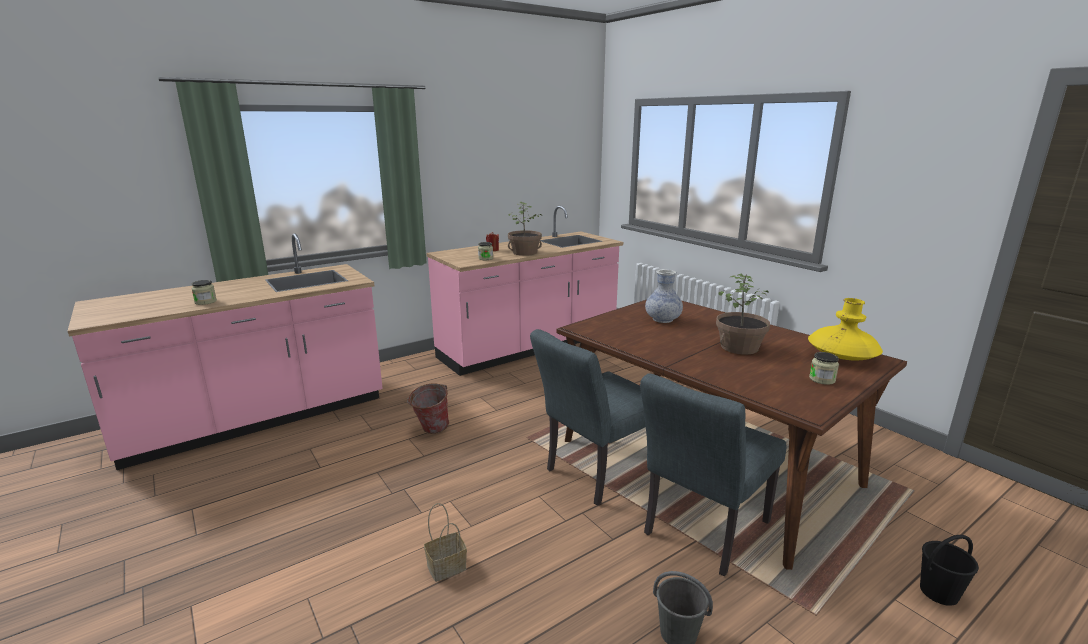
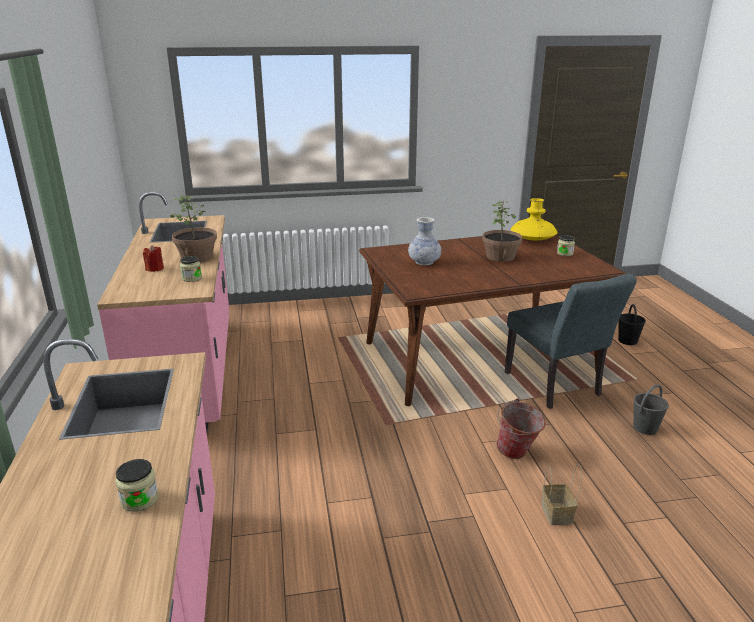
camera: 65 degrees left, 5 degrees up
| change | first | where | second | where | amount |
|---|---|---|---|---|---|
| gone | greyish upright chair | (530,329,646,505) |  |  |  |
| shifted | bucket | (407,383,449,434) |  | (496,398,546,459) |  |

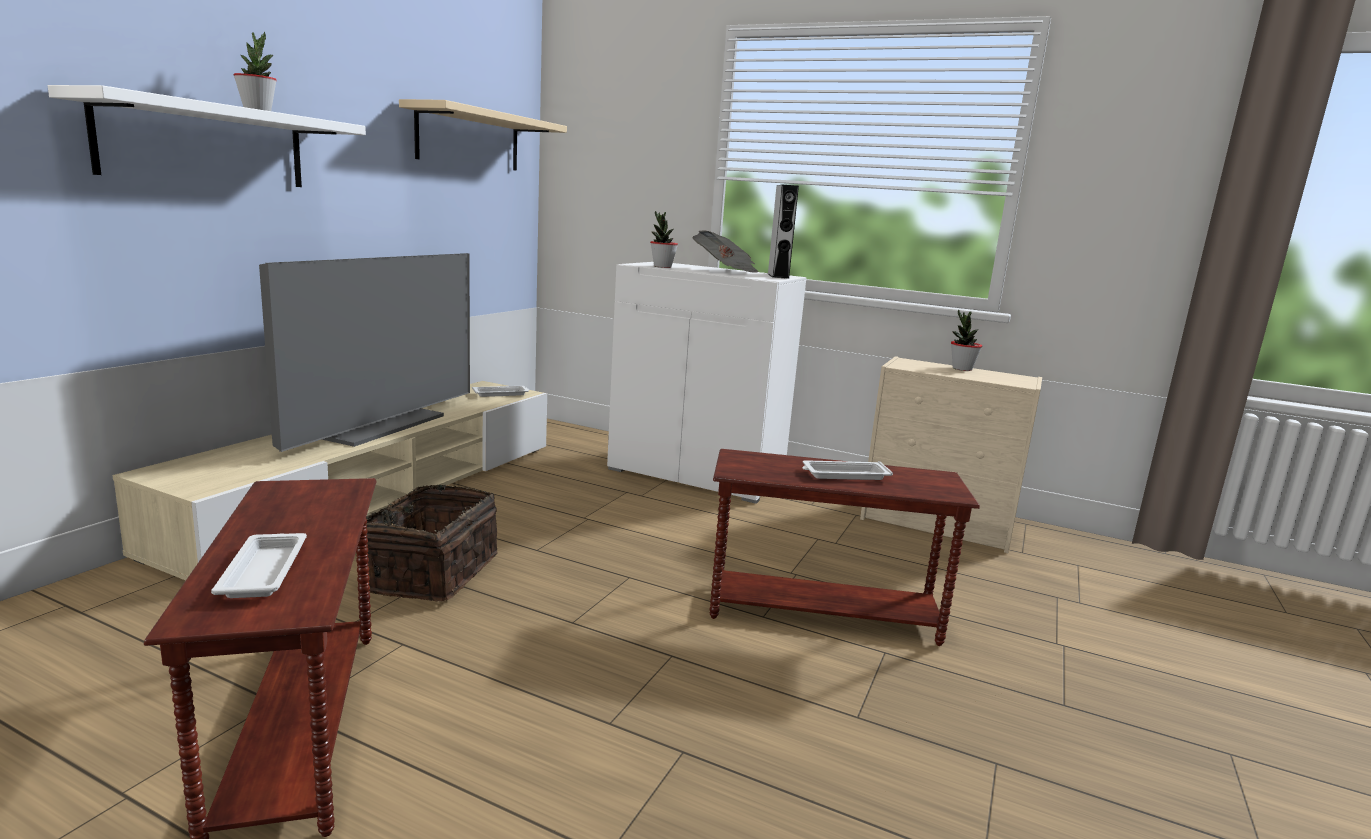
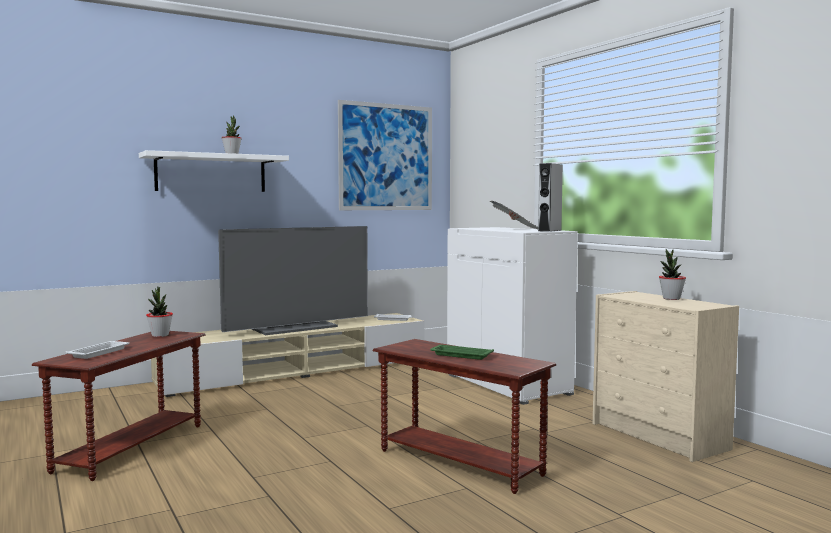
camera: 35 degrees right, 10 degrees down
| change | first | where | second | where | amount |
|---|---|---|---|---|---|
| gone | storage basket | (366,484,497,602) |  |  |  |
| shifted | houseplant | (650,211,678,268) |  | (146,287,173,337) |  |
| swapped | beige shelf | (399,99,567,171) | wall art | (338,100,432,210) |  |
| repainted | white carrying tray | (802,460,893,480) | green-coloured carrying tray | (430,345,494,360) |  |

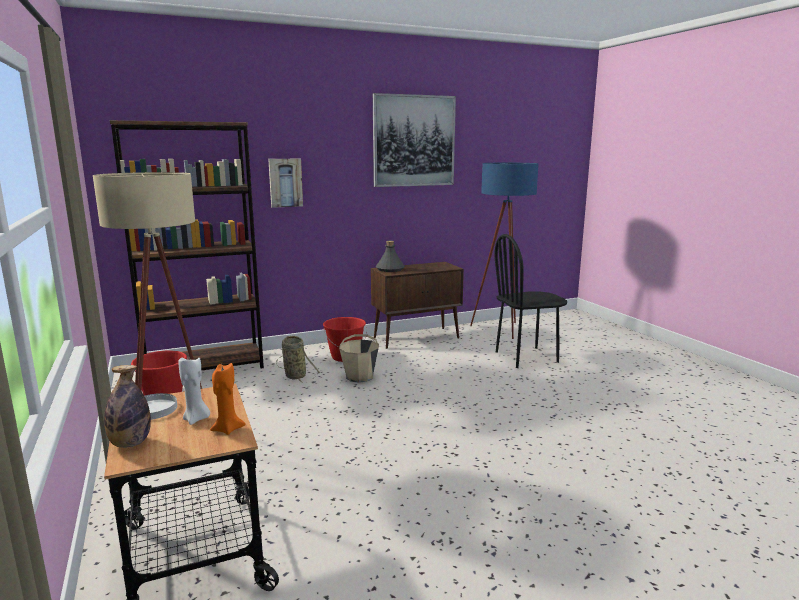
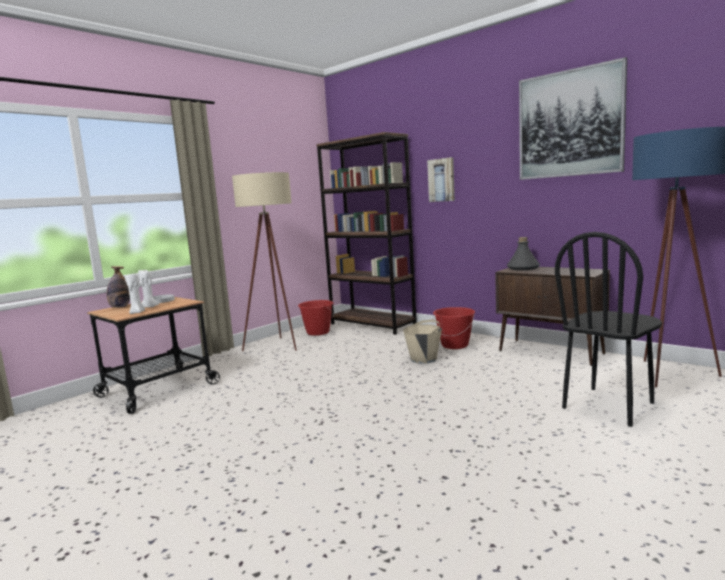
camera: 65 degrees right, 5 degrees down
| change | first | where | second | where | amount |
|---|---|---|---|---|---|
| gone | storage basket | (276,336,320,383) |  |  |  |
| repainted | orange-coloured candle | (210,363,246,435) | white candle | (125,273,145,314) |  |
| rotated | black upright chair | (494,234,567,368) |  | (555,232,662,427) | 90 degrees counterclockwise |

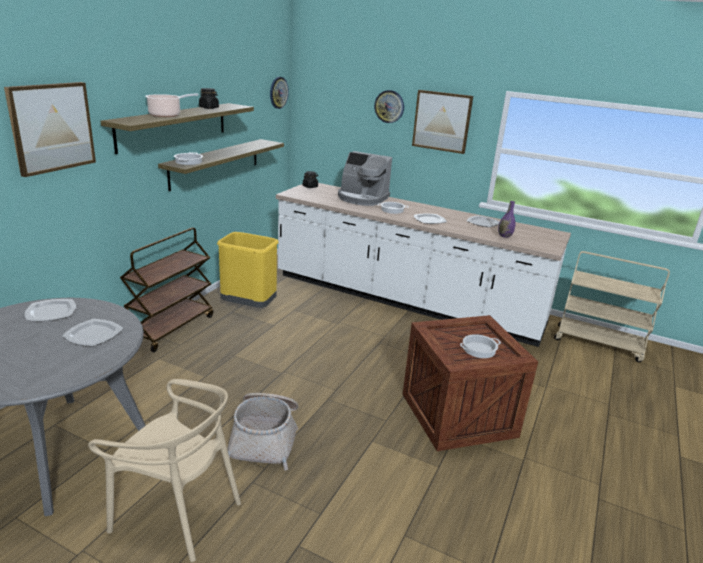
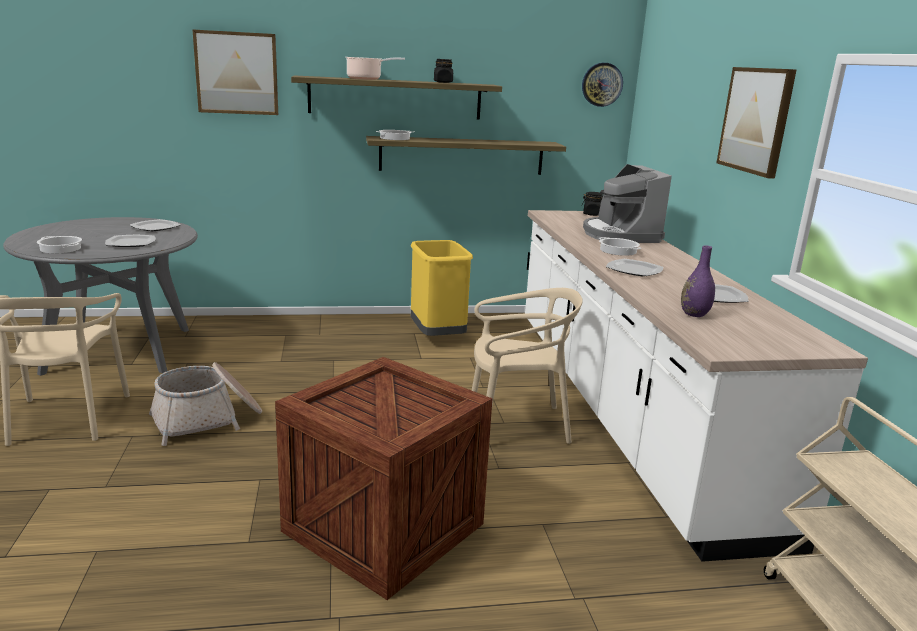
camera: 55 degrees right, 5 degrees down
| change | first | where | second | where | amount |
|---|---|---|---|---|---|
| gone | brown cart | (120,228,213,352) |  |  |  |
| gone | wall clock | (374,90,404,123) |  |  |  |
| new |  |  | beige upright chair | (472,288,583,444) |  |
| shifted | cooking pot | (460,334,501,358) |  | (37,236,82,253) |  |

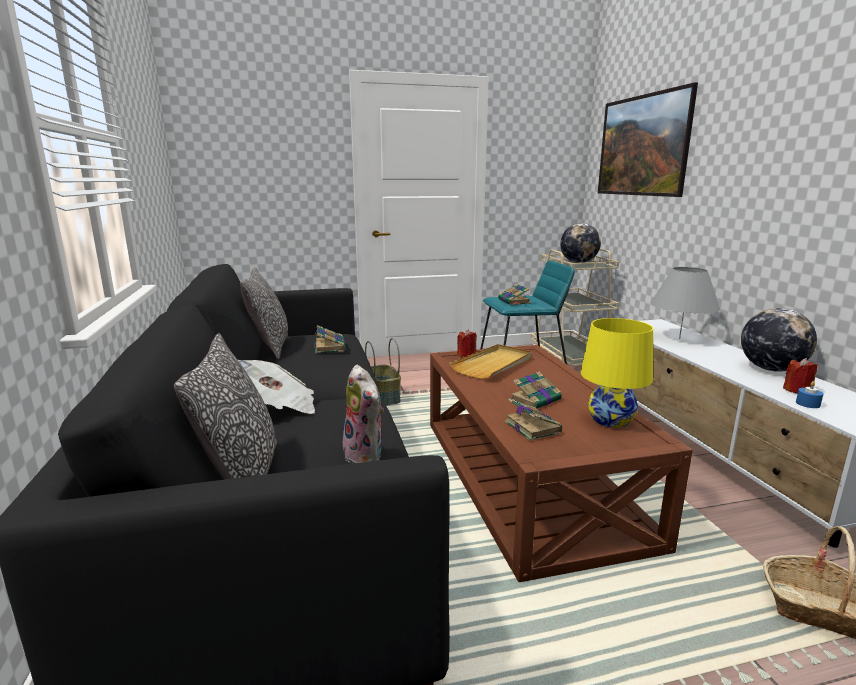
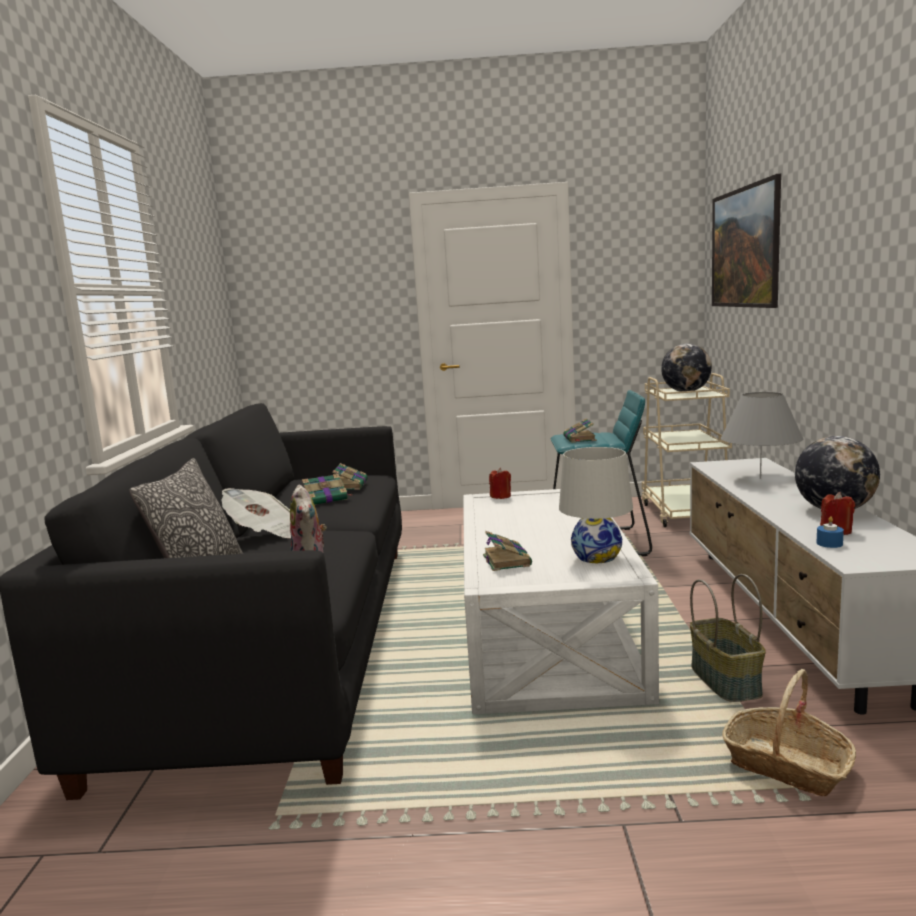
camera: 15 degrees right, 5 degrees down
| change | first | where | second | where | amount |
|---|---|---|---|---|---|
| gone | cushion | (240,267,288,360) |  |  |  |
| gone | beige carrying tray | (449,344,532,379) |  |  |  |
| shifted | storage basket | (365,338,401,406) |  | (690,574,766,702) |  |
| shifted | bound book | (510,371,562,409) |  | (302,474,351,505) |  |
| repainted | brown lounge table | (430,345,693,582) | white lounge table | (463,489,659,714) |  |
| repainted | yellowish table lamp | (581,318,653,428) | white table lamp | (559,447,633,563) |  |

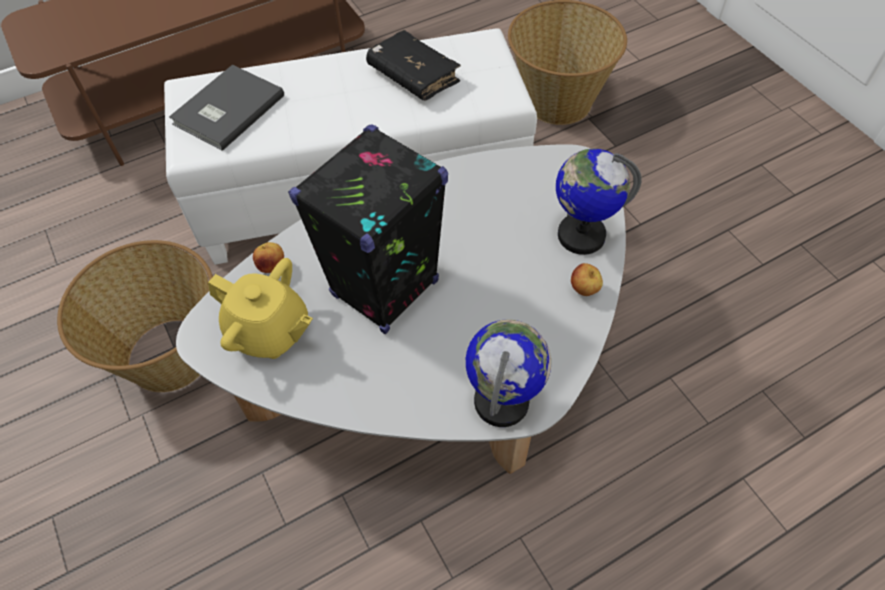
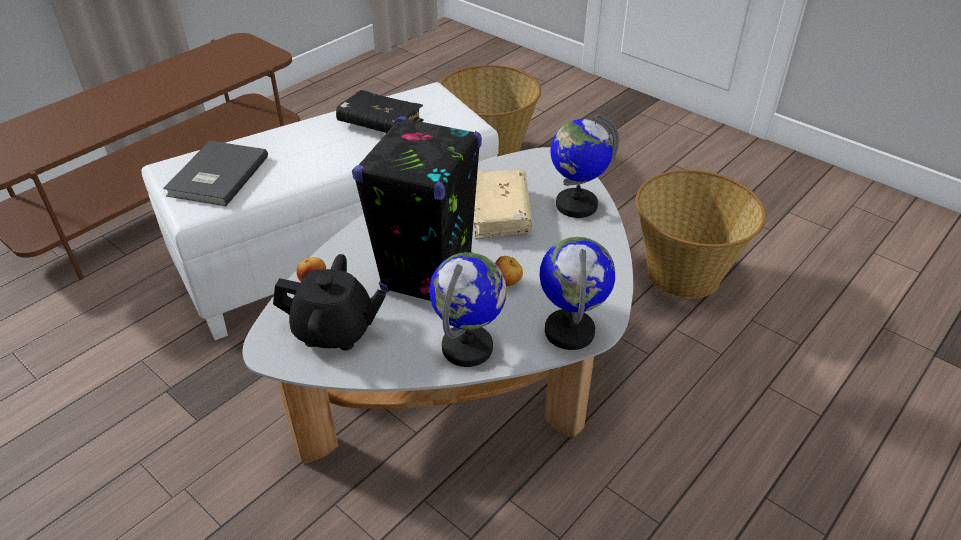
camera: 20 degrees left, 15 degrees down
| change | first | where | second | where | amount |
|---|---|---|---|---|---|
| new |  |  | world globe | (429,252,507,367) |  |
| new |  |  | beige bound book | (474,169,533,240) |  |
| shifted | storage basket | (57,240,213,392) |  | (636,170,767,299) |  |
| shifted | apple | (571,263,603,296) |  | (495,256,523,286) |  |
| repainted | yellowish teapot | (208,258,313,359) | black teapot | (273,254,387,351) |  |

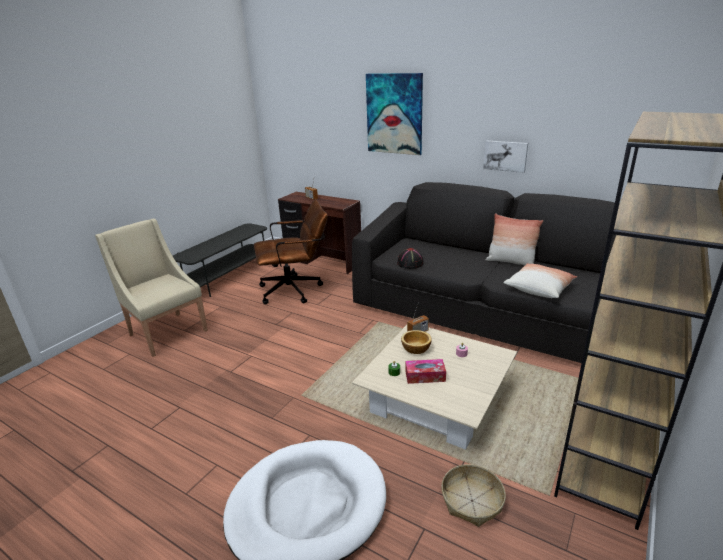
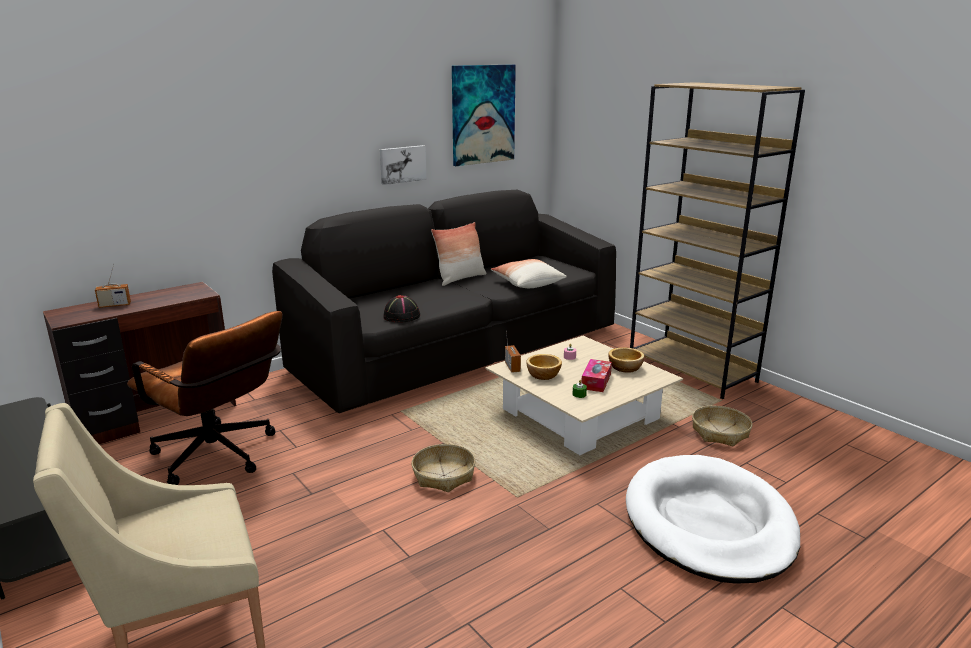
camera: 70 degrees left, 5 degrees down
| change | first | where | second | where | amount |
|---|---|---|---|---|---|
| new |  |  | storage basket | (411,444,476,492) |  |
| new |  |  | bowl | (608,347,644,373) |  |
| shifted | wall art | (366,73,423,155) |  | (452,64,516,166) |  |
| rotated | brown desk chair | (254,199,328,304) |  | (127,311,282,485) | 120 degrees clockwise |

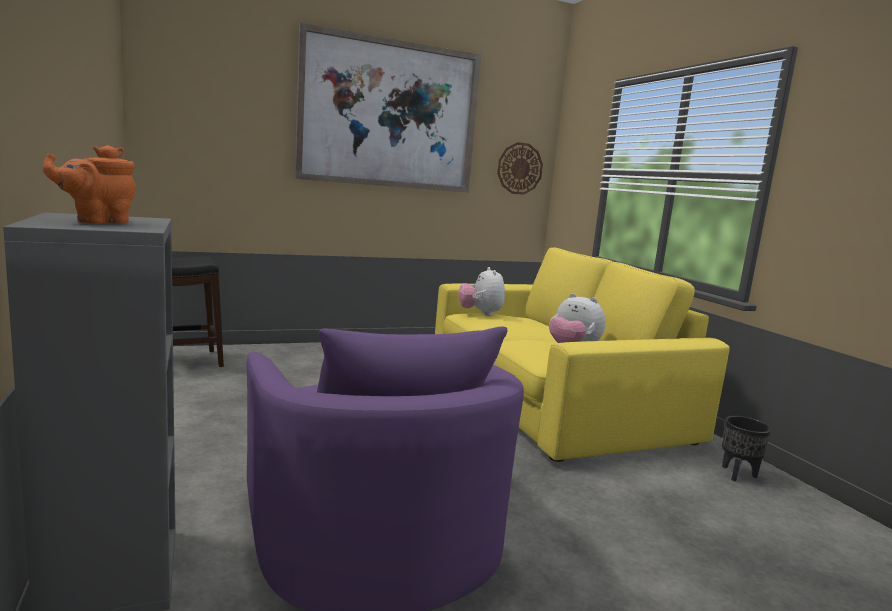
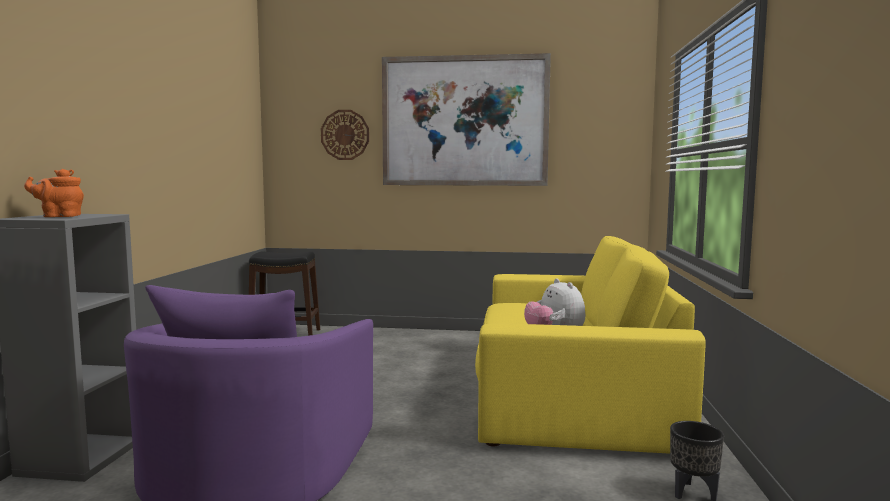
camera: 30 degrees right, 5 degrees down
| change | first | where | second | where | amount |
|---|---|---|---|---|---|
| gone | plush toy | (458,267,505,316) |  |  |  |
| shifted | wall clock | (497,142,543,195) |  | (321,110,369,160) |  |

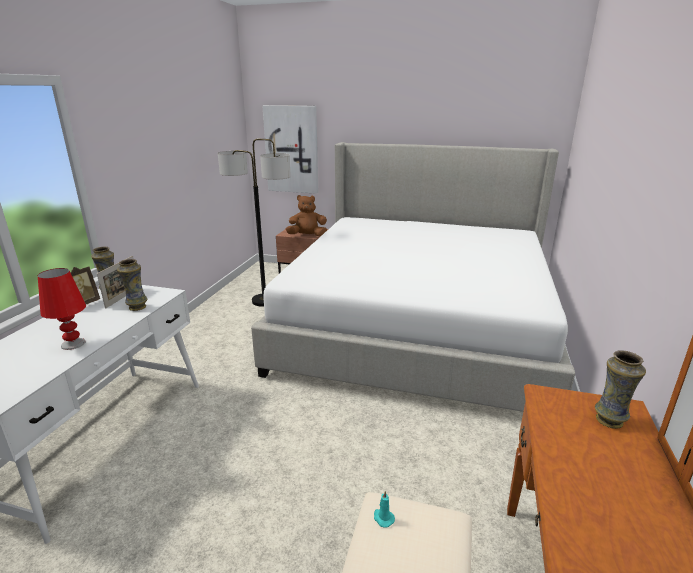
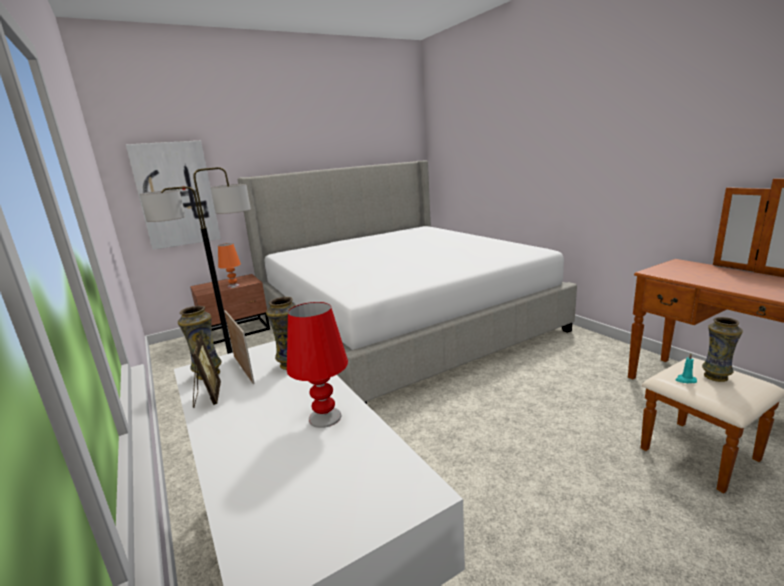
camera: 45 degrees left, 5 degrees down
| change | first | where | second | where | amount |
|---|---|---|---|---|---|
| shifted | flower vase | (595,350,646,429) |  | (702,317,743,382) |  |
| swapped | brown plush toy | (286,195,327,236) | orange-coloured table lamp | (218,243,241,288) |  |

